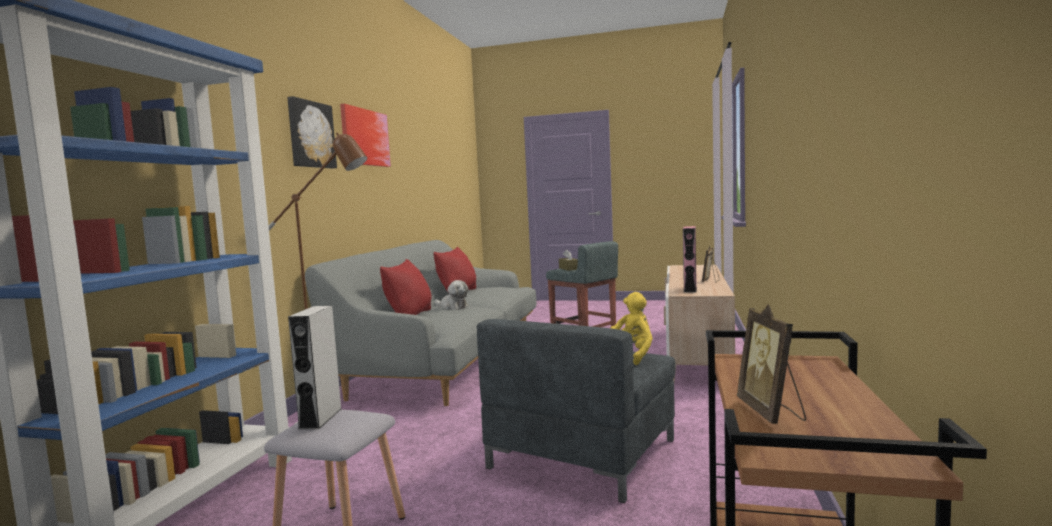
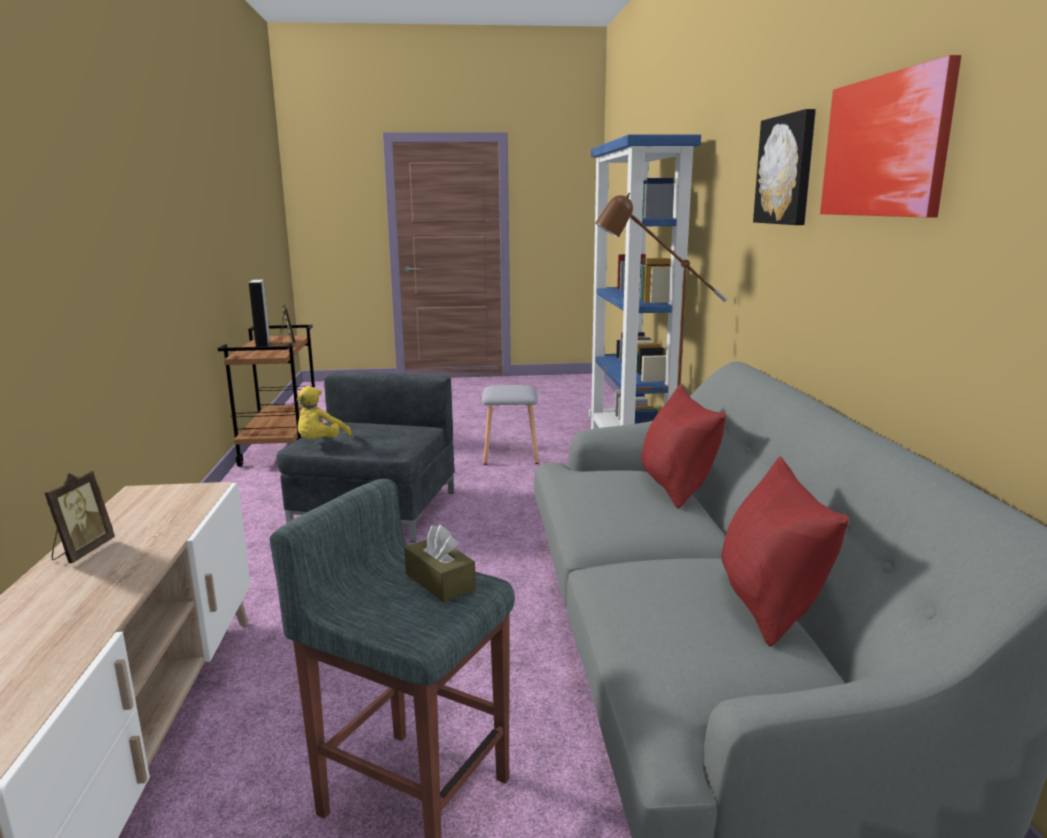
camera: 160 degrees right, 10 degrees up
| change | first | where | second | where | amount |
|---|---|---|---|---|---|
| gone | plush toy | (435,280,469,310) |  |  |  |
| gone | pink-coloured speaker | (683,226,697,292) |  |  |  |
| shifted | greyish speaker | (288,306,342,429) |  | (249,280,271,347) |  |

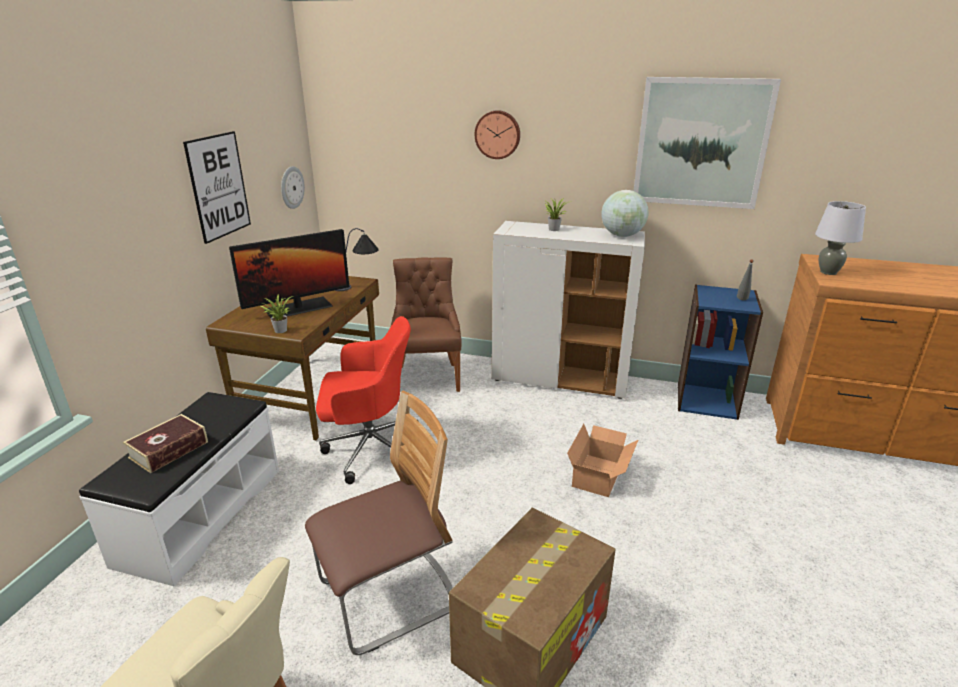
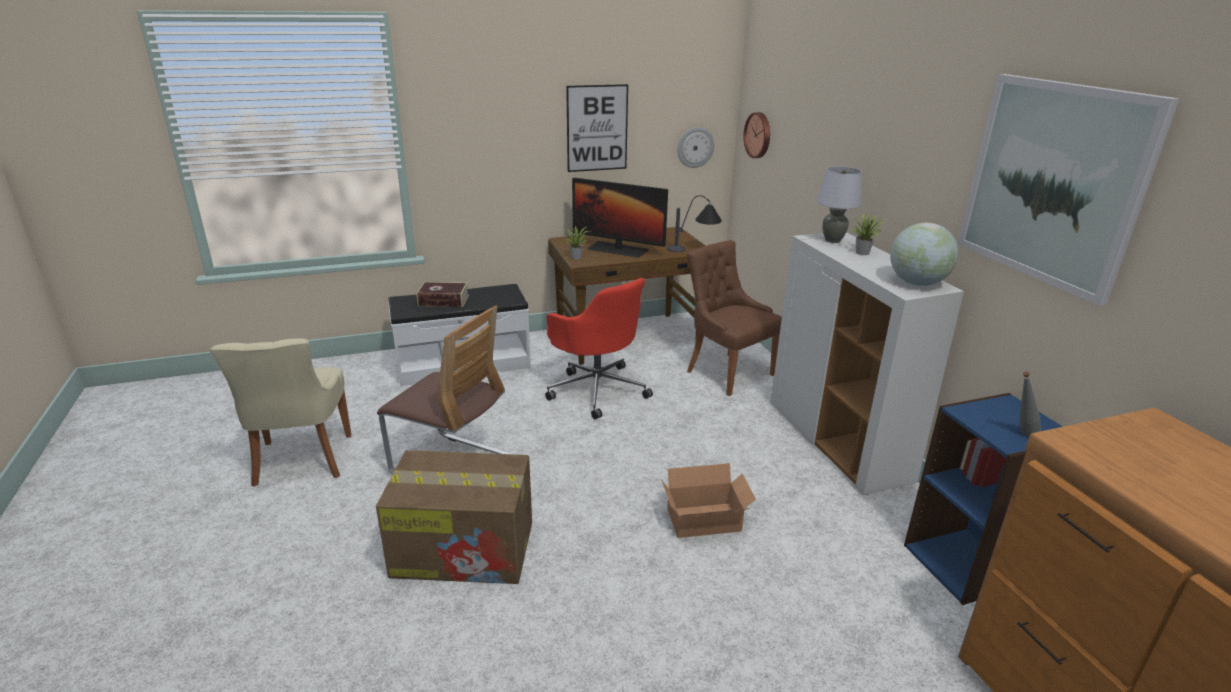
camera: 55 degrees right, 0 degrees up
| change | first | where | second | where | amount |
|---|---|---|---|---|---|
| shifted | wall clock | (475,110,520,159) |  | (743,112,770,158) |  |
| shifted | greyish table lamp | (815,201,866,275) |  | (817,166,862,243) |  |
| rotated | brown upright chair | (391,257,462,392) |  | (687,240,782,396) | 90 degrees counterclockwise |

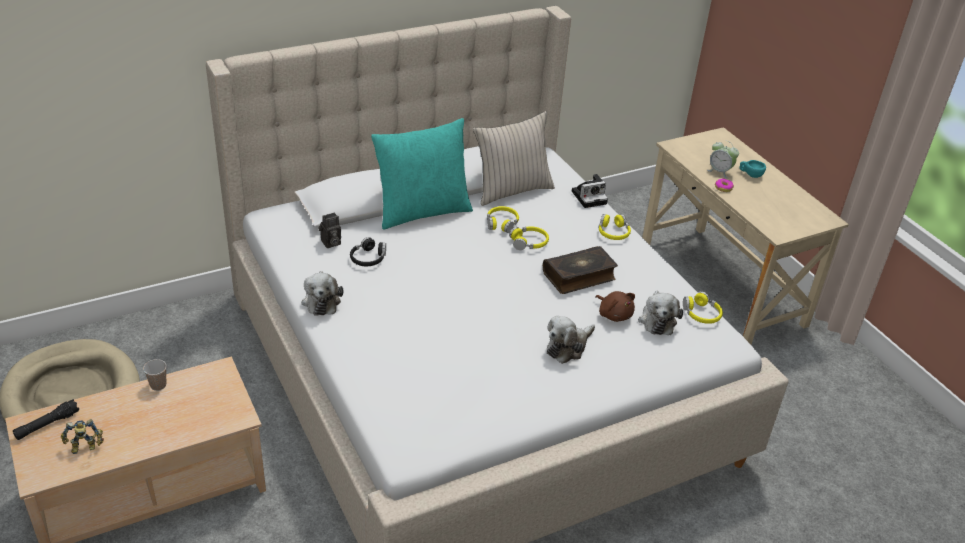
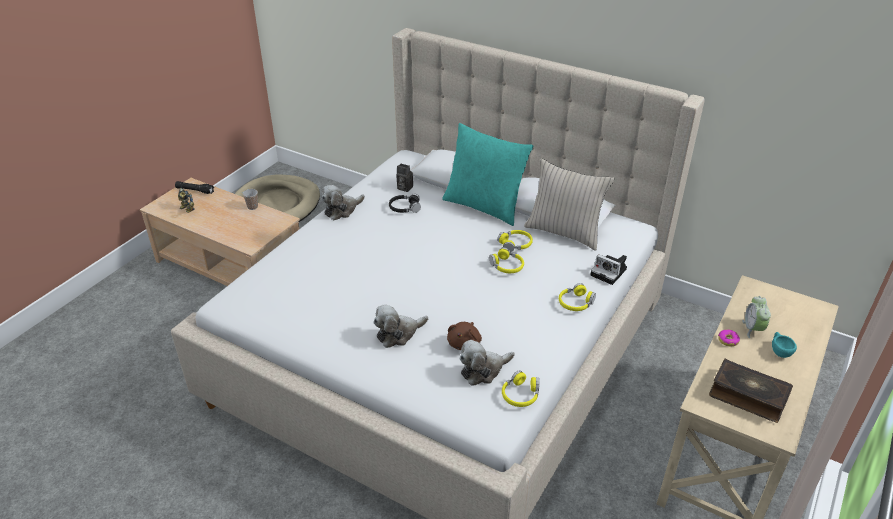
camera: 60 degrees right, 0 degrees up
| change | first | where | second | where | amount |
|---|---|---|---|---|---|
| shifted | bound book | (543,246,618,294) |  | (709,359,793,423) |  |
| rotated | plush toy | (547,316,595,364) |  | (373,304,428,348) | 45 degrees counterclockwise |

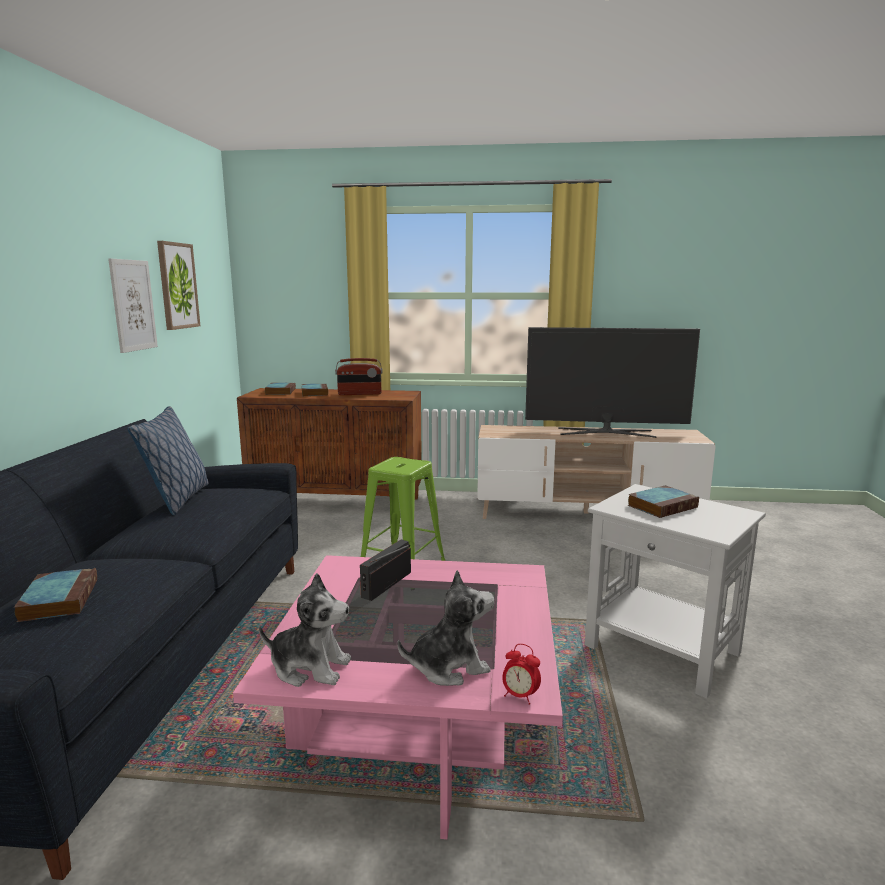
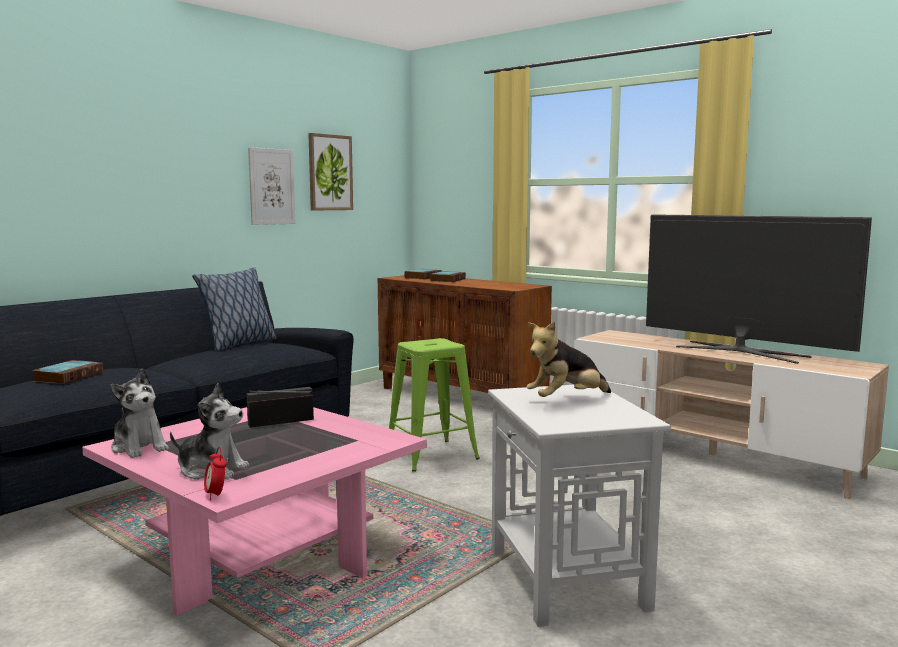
camera: 35 degrees right, 5 degrees down
| change | first | where | second | where | amount |
|---|---|---|---|---|---|
| gone | radio set | (335,358,383,395) |  |  |  |
| swapped | bound book | (628,486,699,518) | plush toy | (526,321,611,397) |  |

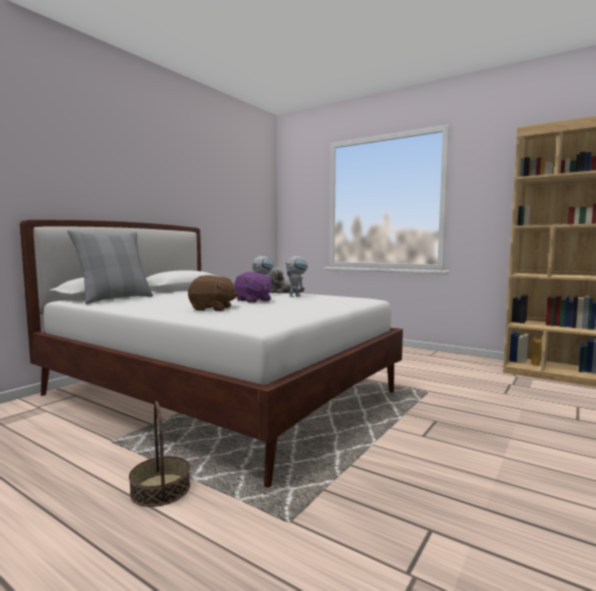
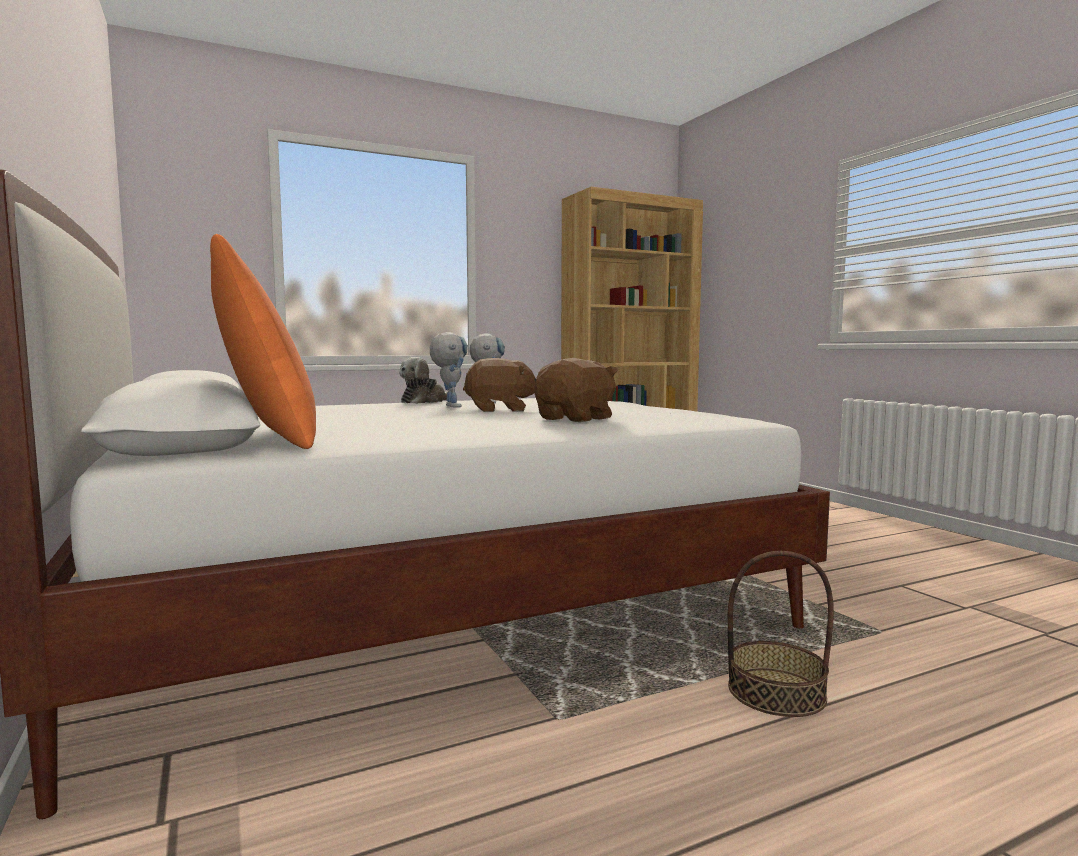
camera: 60 degrees left, 0 degrees up
| change | first | where | second | where | amount |
|---|---|---|---|---|---|
| repainted | greyish cushion | (67,230,153,304) | orange-coloured cushion | (210,234,316,449) |  |
| repainted | purplish plush toy | (234,272,273,303) | brown plush toy | (463,358,536,412) |  |

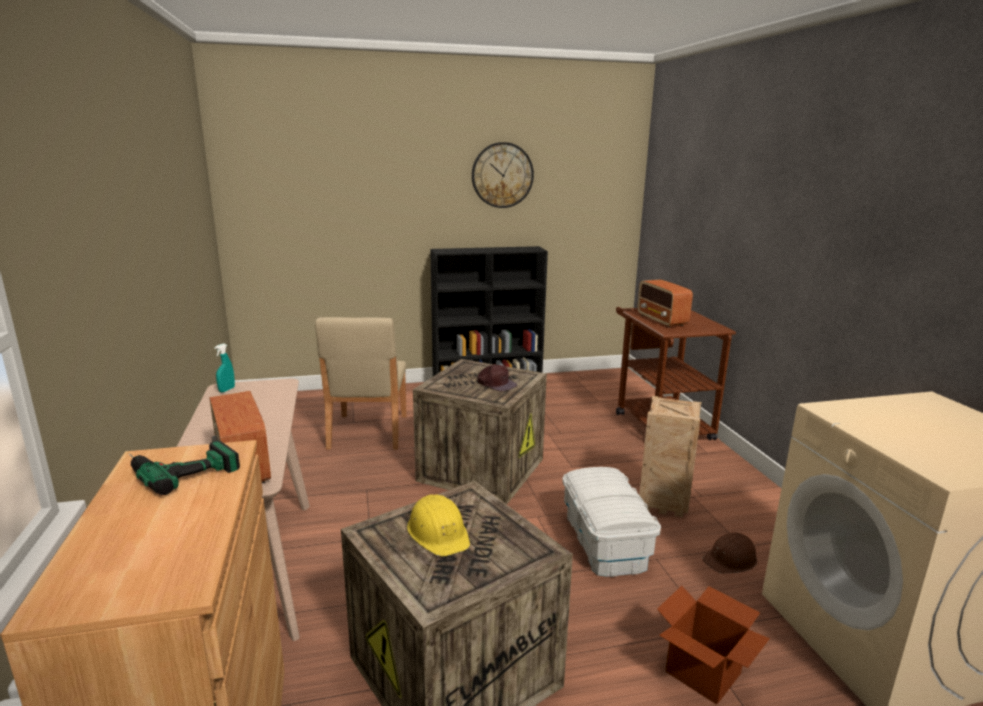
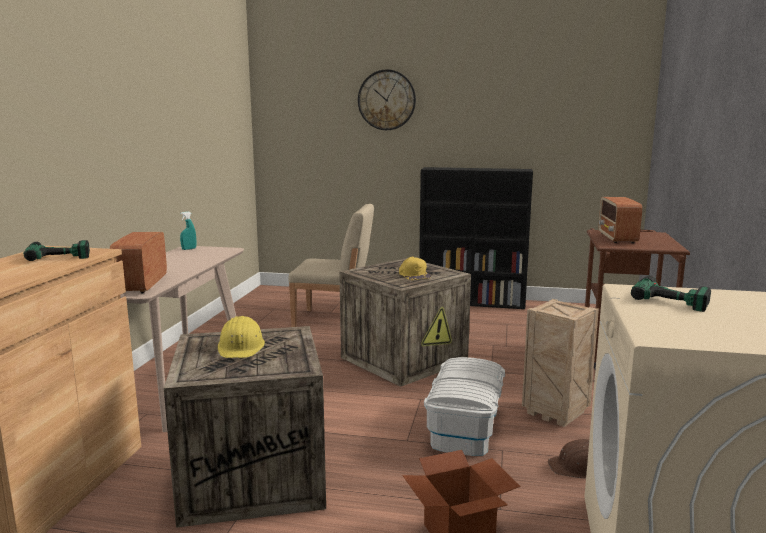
camera: 25 degrees right, 5 degrees down
| change | first | where | second | where | amount |
|---|---|---|---|---|---|
| new |  |  | power drill | (631,275,711,312) |  |
| shifted | wall clock | (472,142,534,208) |  | (358,69,416,130) |  |
| repainted | brown peaked cap | (478,364,517,391) | yellowish peaked cap | (399,257,431,280) |  |
| rotated | beige upright chair | (315,317,407,450) |  | (288,204,374,327) | 105 degrees counterclockwise |

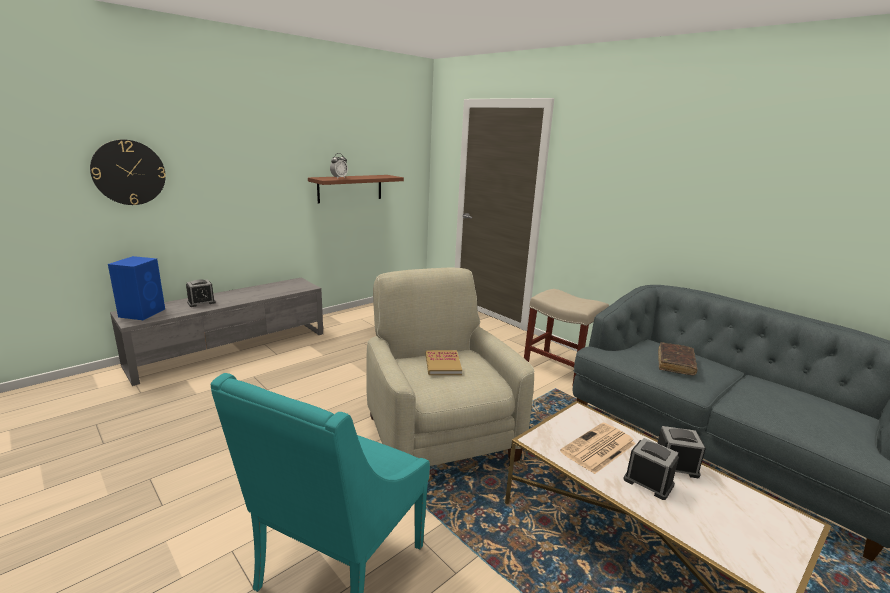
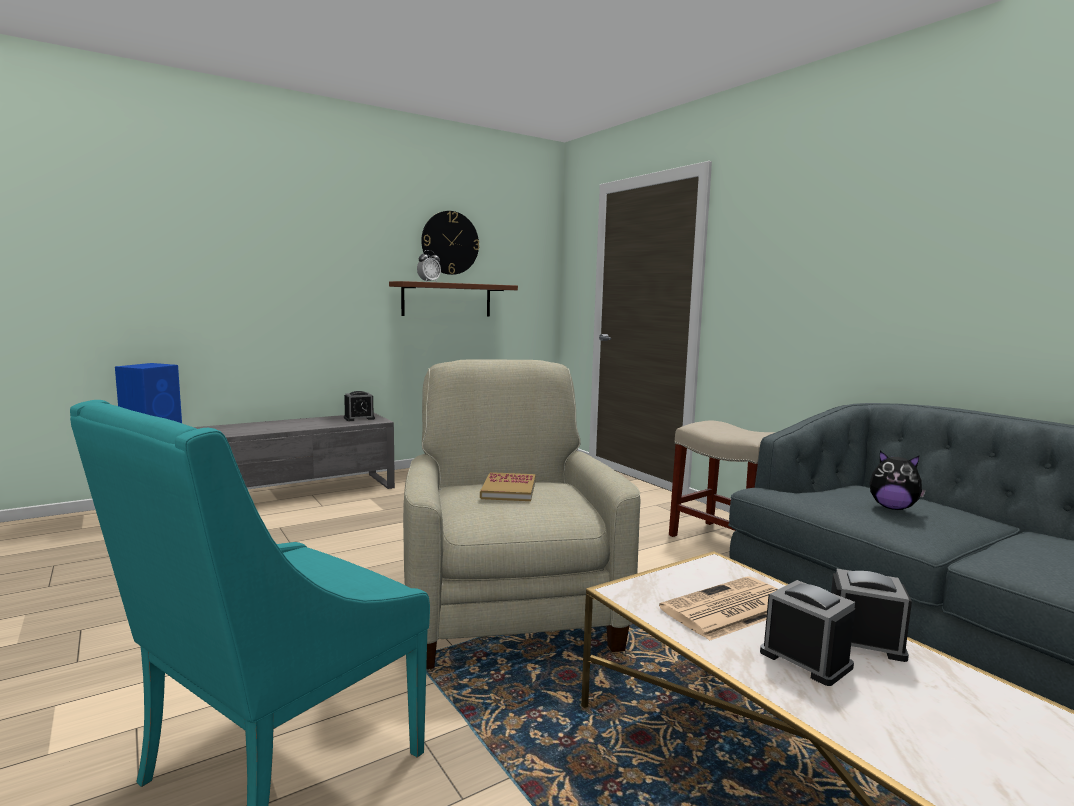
camera: 10 degrees right, 10 degrees down
| change | first | where | second | where | amount |
|---|---|---|---|---|---|
| shifted | wall clock | (90,139,166,205) |  | (421,211,479,275) |  |
| shifted | alarm clock | (186,279,216,307) |  | (344,391,375,421) |  |
| swapped | brown bound book | (658,342,698,375) | plush toy | (869,451,926,510) |  |

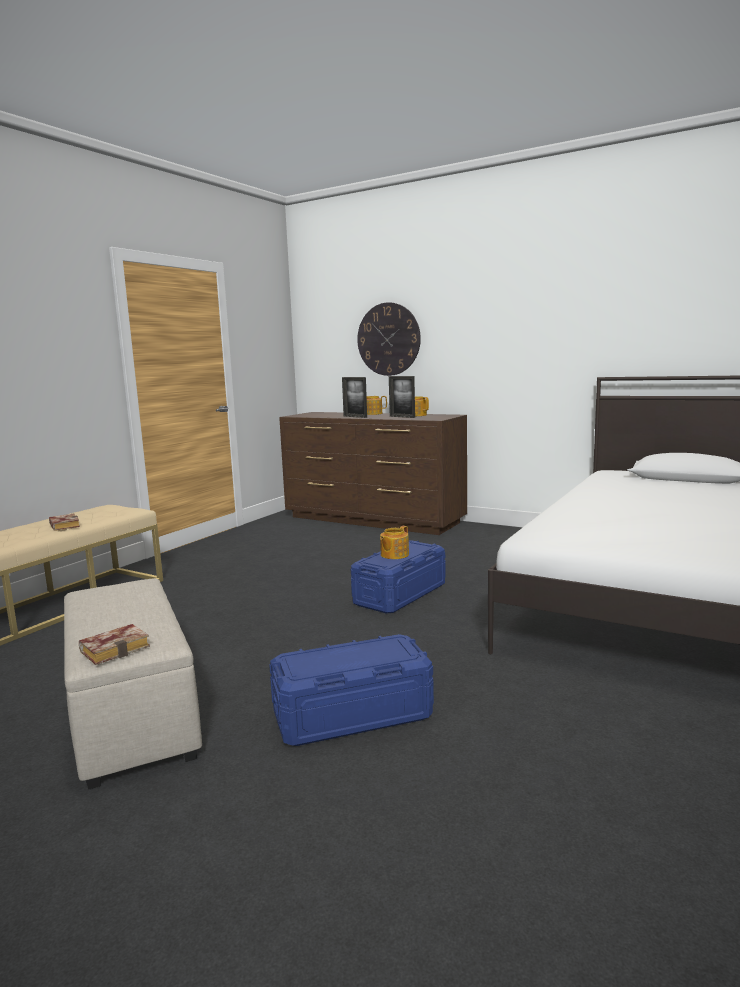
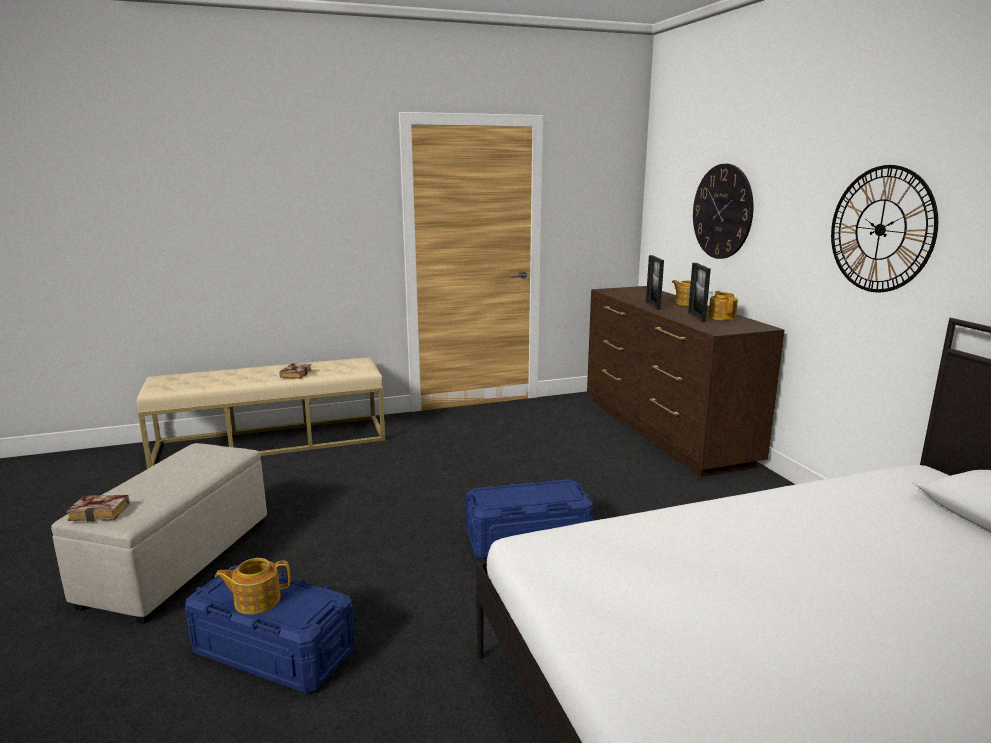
camera: 40 degrees right, 5 degrees up
| change | first | where | second | where | amount |
|---|---|---|---|---|---|
| new |  |  | wall clock | (831,165,938,292) |  |
| shifted | teapot | (380,526,409,559) |  | (215,558,290,614) |  |

